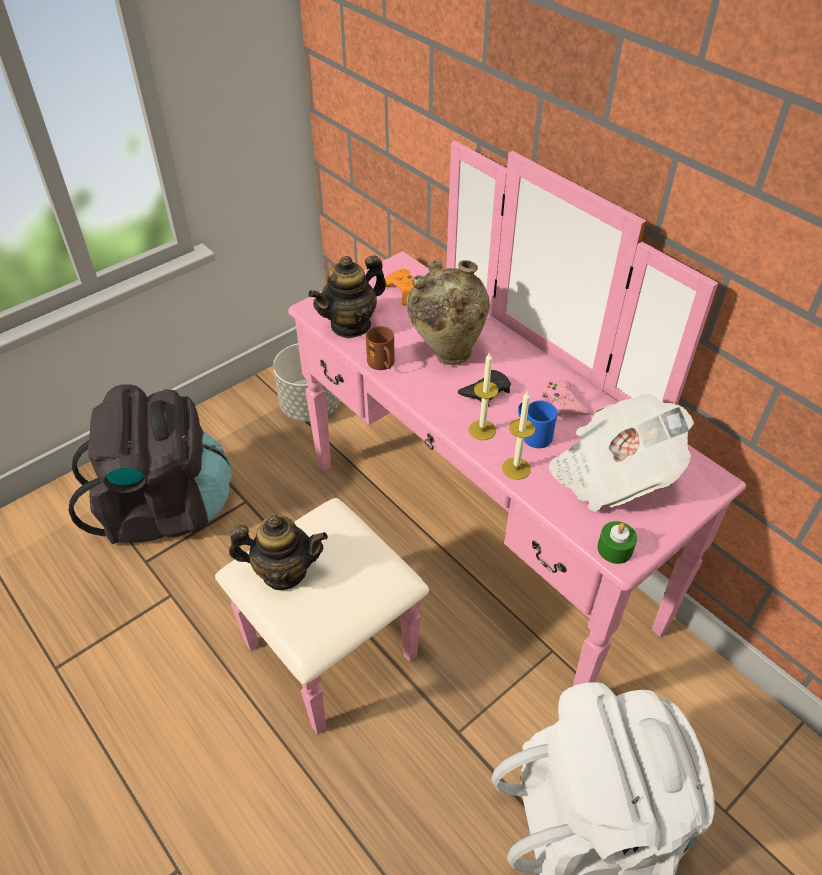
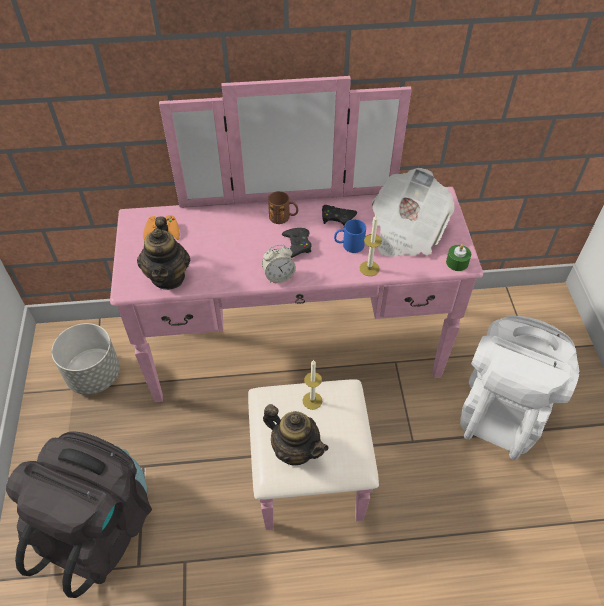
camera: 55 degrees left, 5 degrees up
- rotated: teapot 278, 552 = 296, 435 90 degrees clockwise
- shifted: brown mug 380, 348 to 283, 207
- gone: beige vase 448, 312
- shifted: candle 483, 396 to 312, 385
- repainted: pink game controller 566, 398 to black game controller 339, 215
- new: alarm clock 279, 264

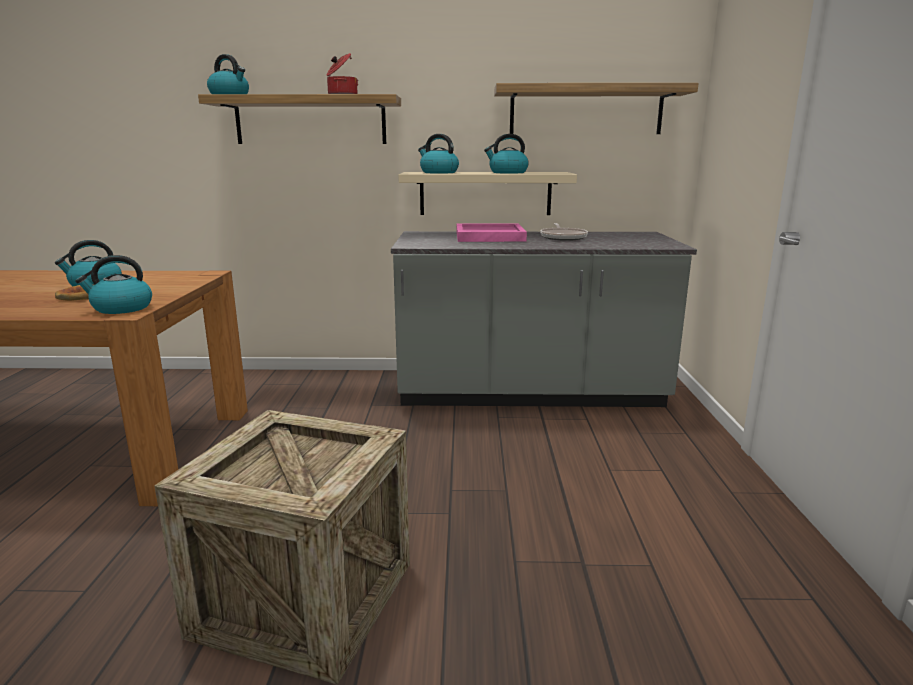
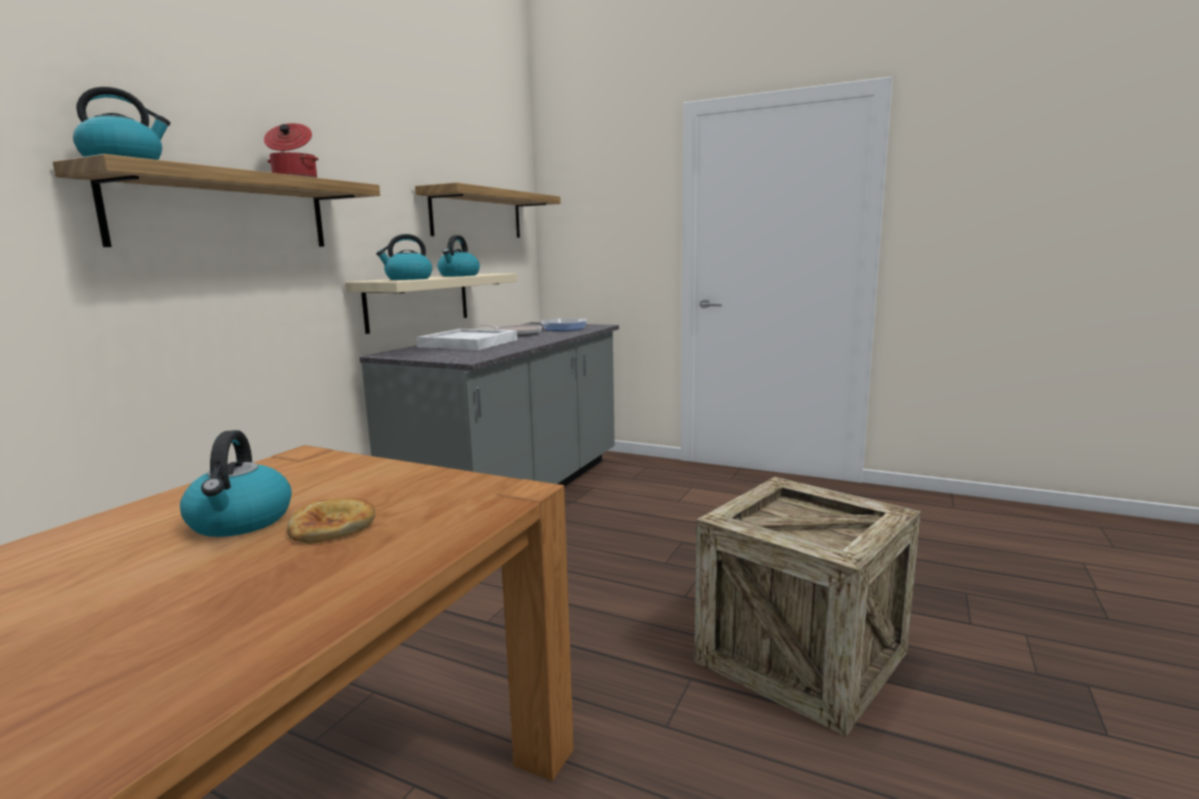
camera: 65 degrees left, 5 degrees down
- gone: kettle 113, 284
- repainted: pink tray 491, 232 to white tray 466, 339
- new: frying pan 563, 324

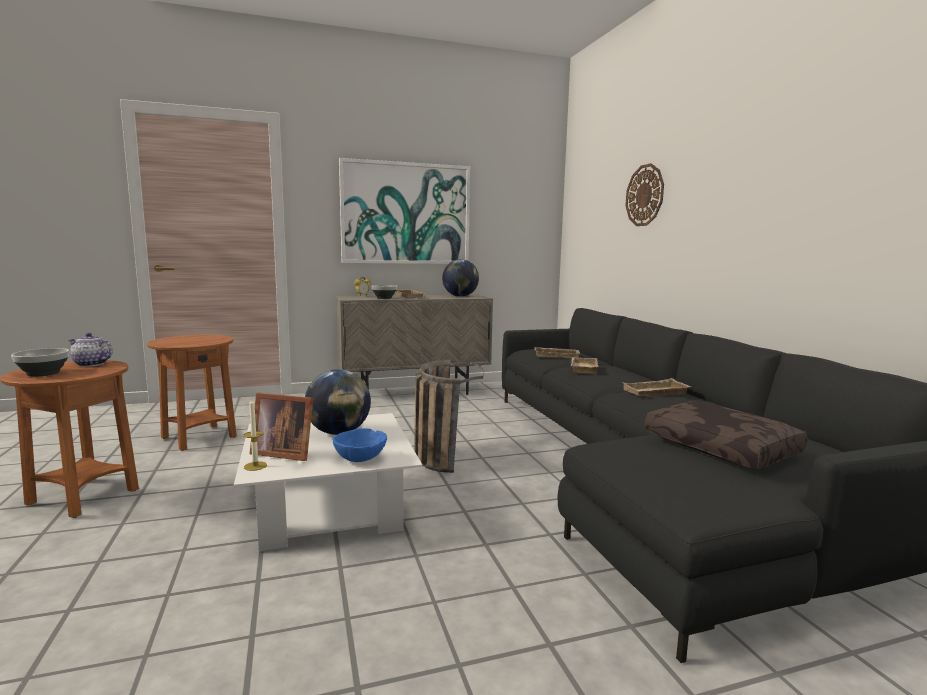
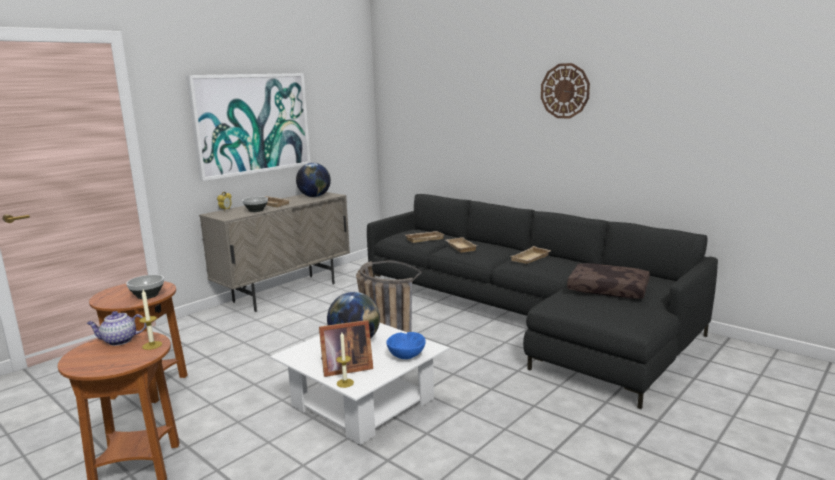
camera: 30 degrees left, 5 degrees up
- shifted: bowl 40, 362 to 145, 287
- shifted: wall clock 645, 194 to 565, 90
- new: candle 150, 319

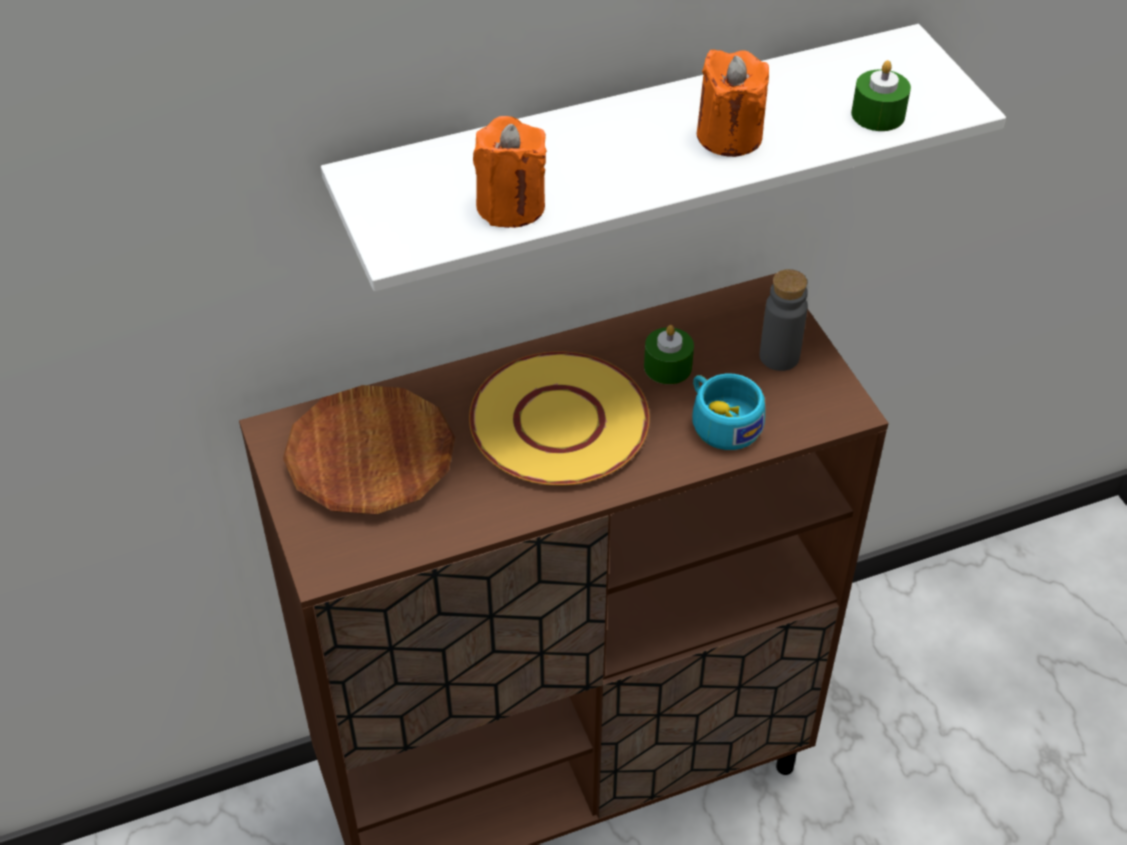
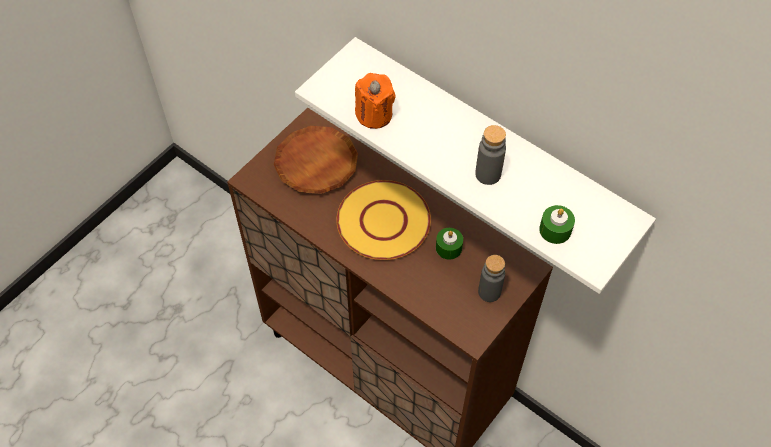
camera: 60 degrees right, 10 degrees up
- gone: turquoise cup 728, 412
- swapped: orange candle 733, 103 to grey bottle 490, 155

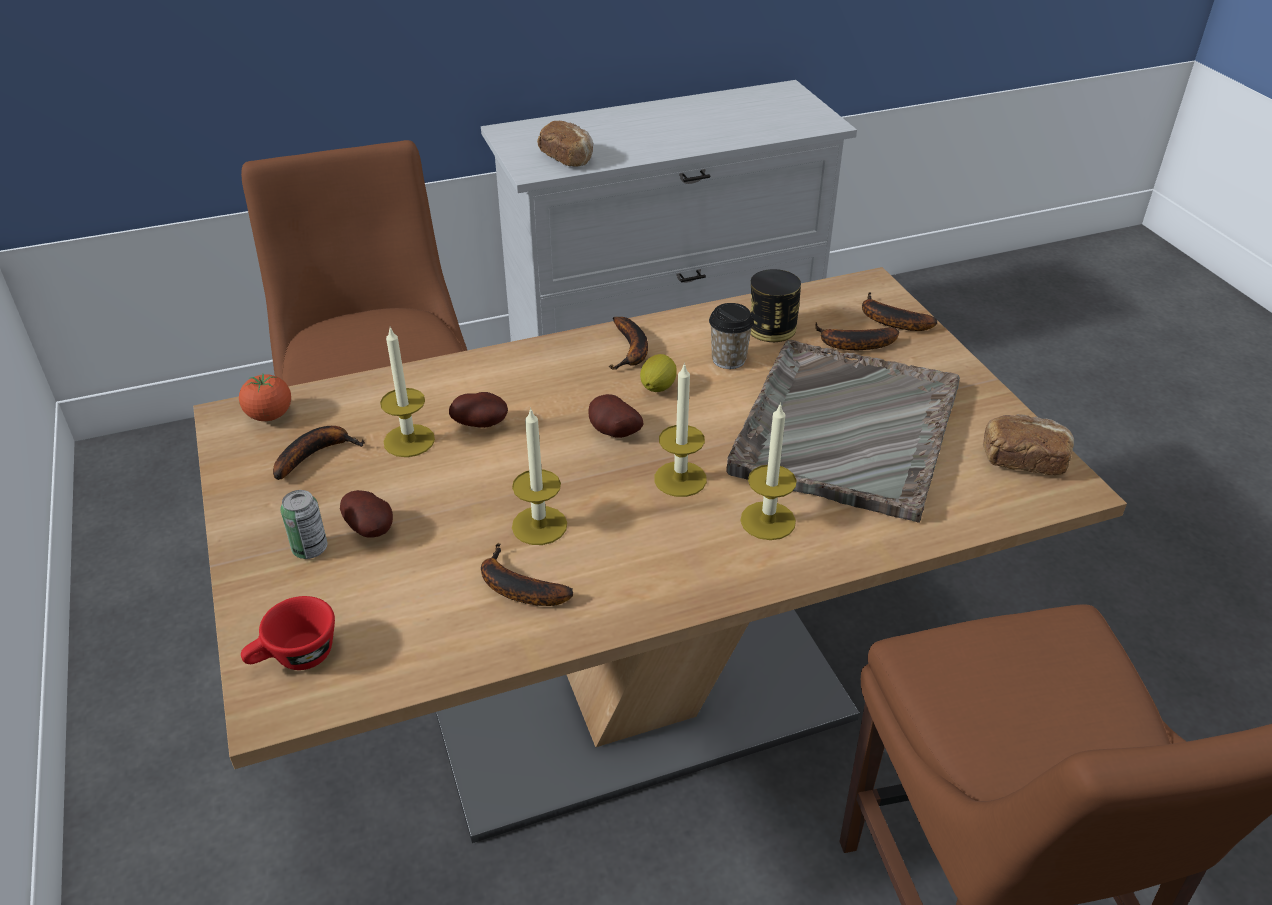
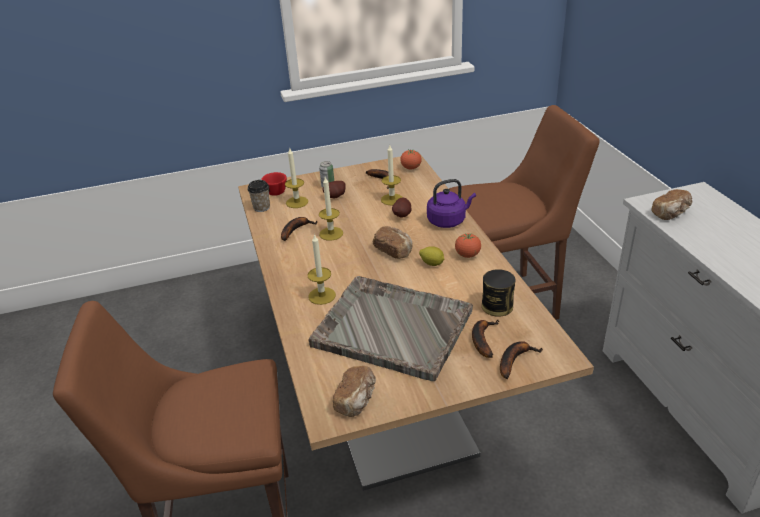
camera: 95 degrees right, 5 degrees down
- swapped: potato 615, 416 to bread 392, 242
- swapped: banana 628, 343 to tomato 468, 245
- shifted: candle 680, 429 to 296, 177
- shifted: cup 731, 336 to 259, 196
- new: purple kettle 451, 203

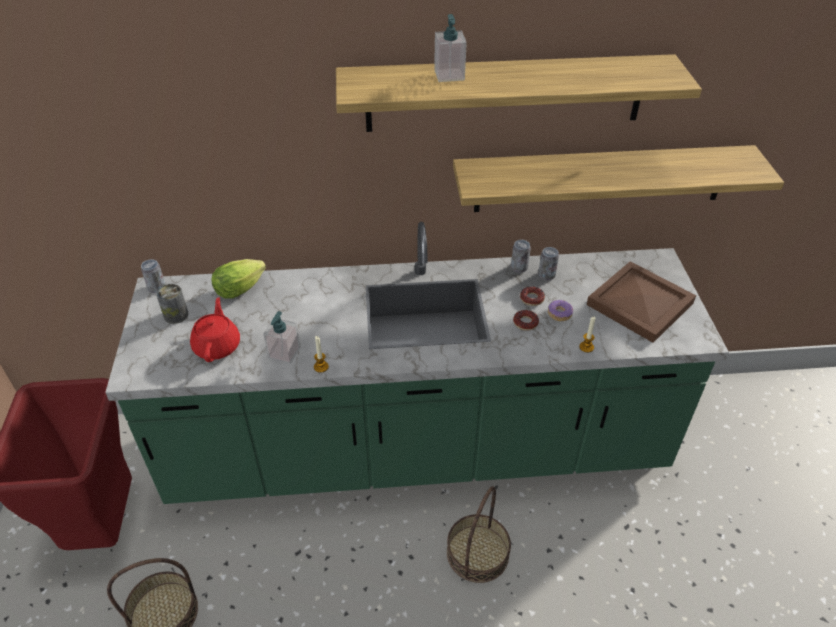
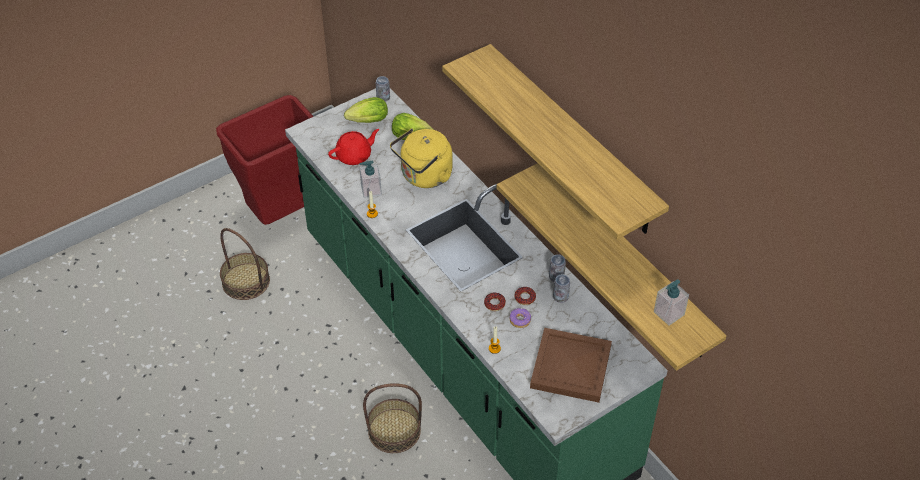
camera: 60 degrees right, 5 degrees up
- swapped: can 172, 304 to lettuce 366, 110
- shifted: soap dispenser 450, 48 to 671, 303
- new: yellow kettle 421, 158

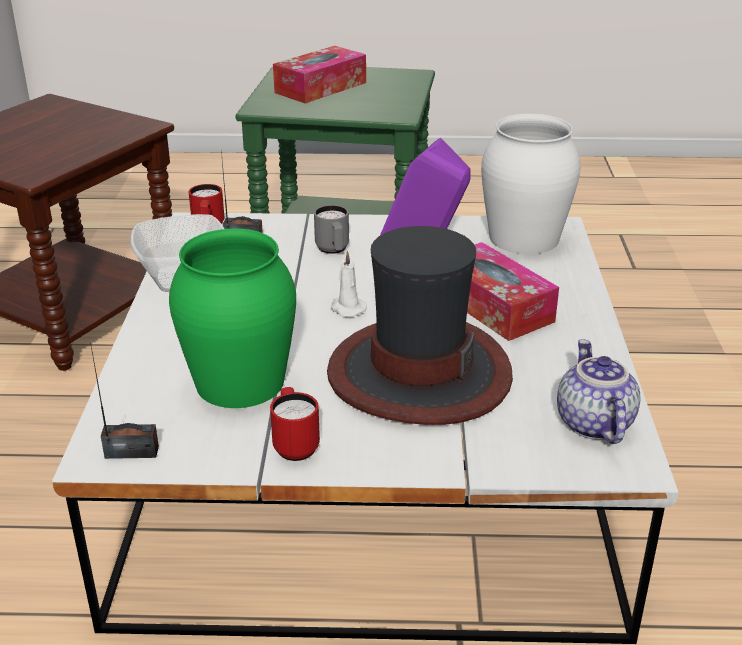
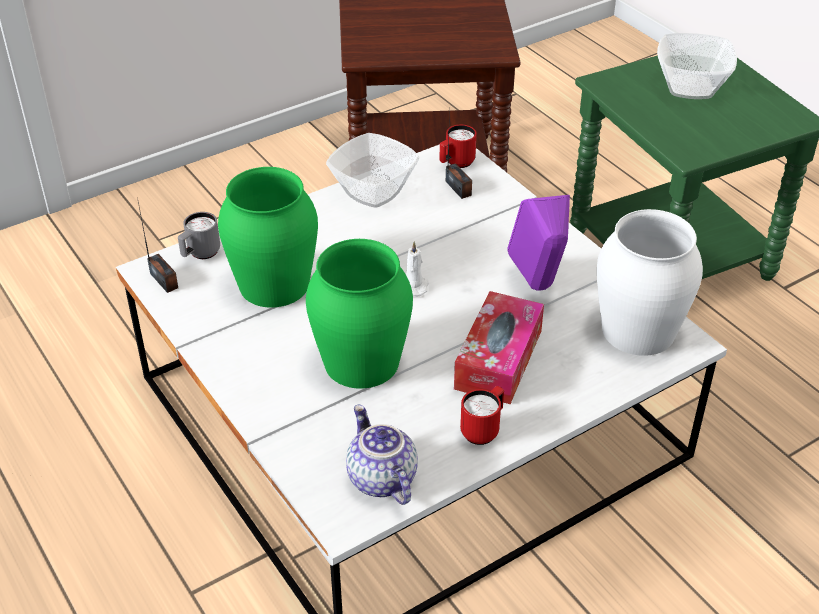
camera: 55 degrees right, 10 degrees up
- shifted: red mug 295, 424 to 482, 415
- swapped: tissue box 319, 74 to bowl 697, 66
- shifted: grey mug 331, 229 to 199, 235
- swapped: hat 420, 325 to green vase 359, 314
- rotated: teapot 599, 391 = 382, 455 75 degrees counterclockwise

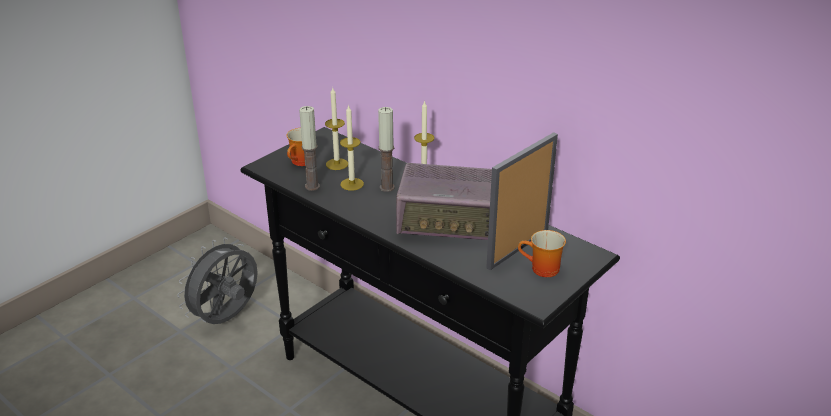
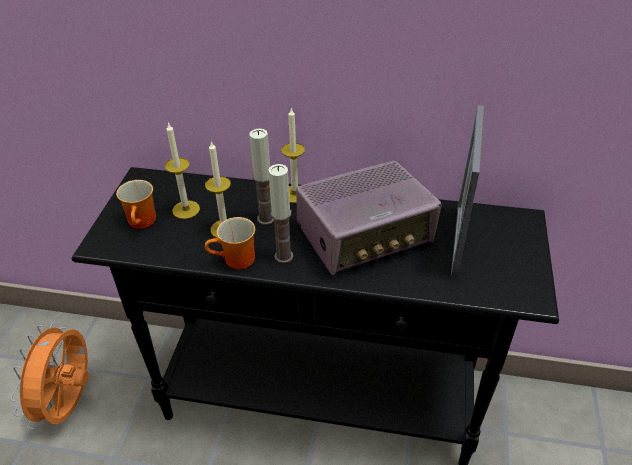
camera: 30 degrees left, 10 degrees up
- repainted: grey fan 217, 280 to orange fan 49, 375
- shifted: candle 309, 148 to 280, 213
- shifted: mug 542, 253 to 230, 243

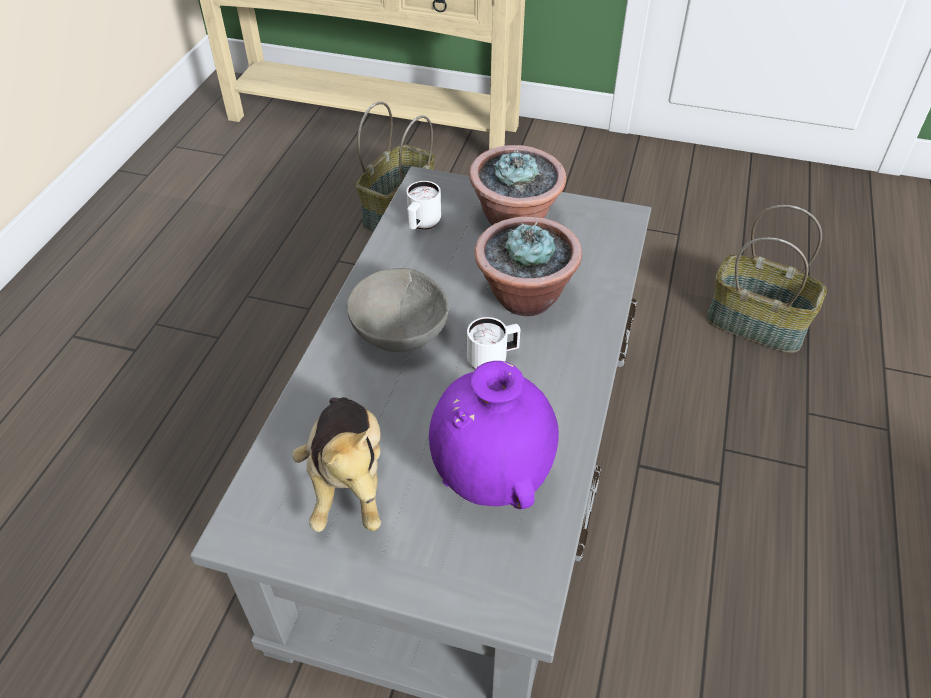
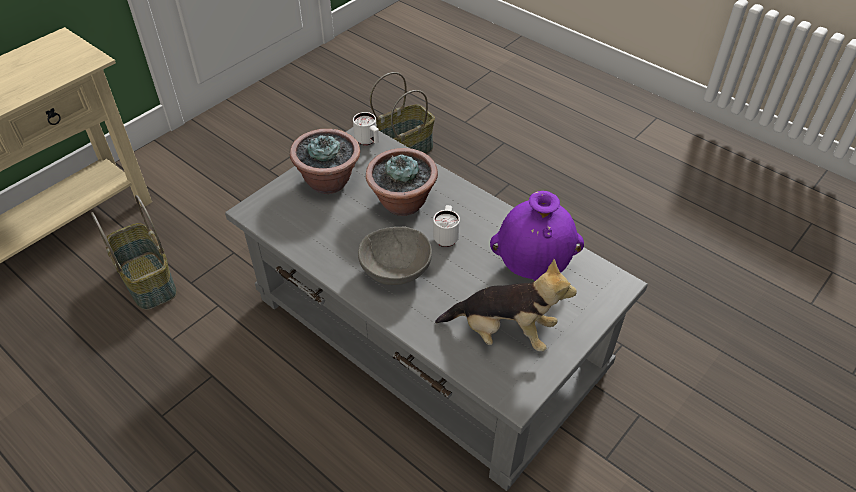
camera: 65 degrees left, 0 degrees up
- shifted: white mug 424, 205 to 366, 128

